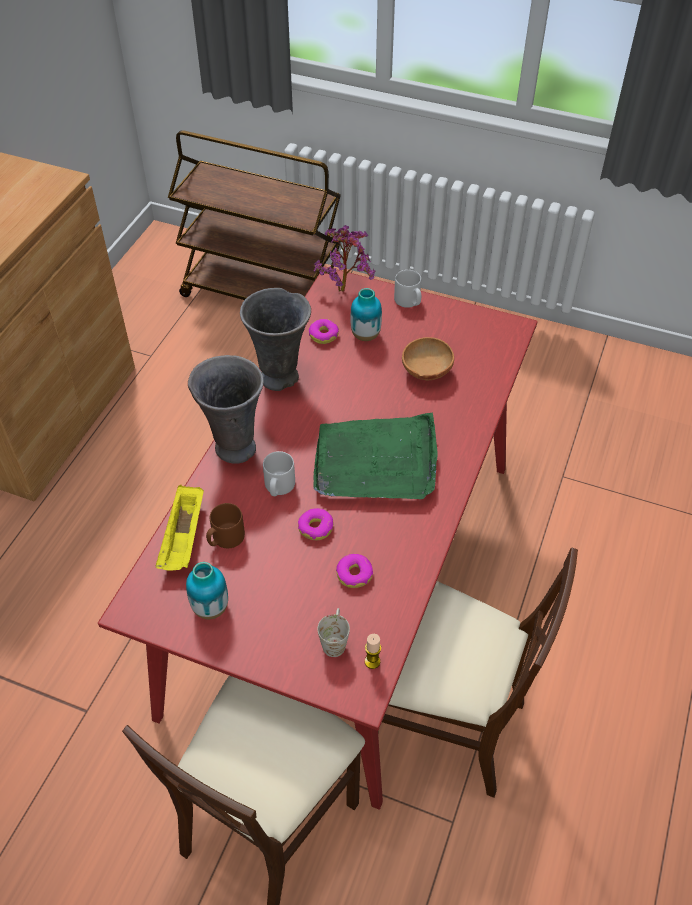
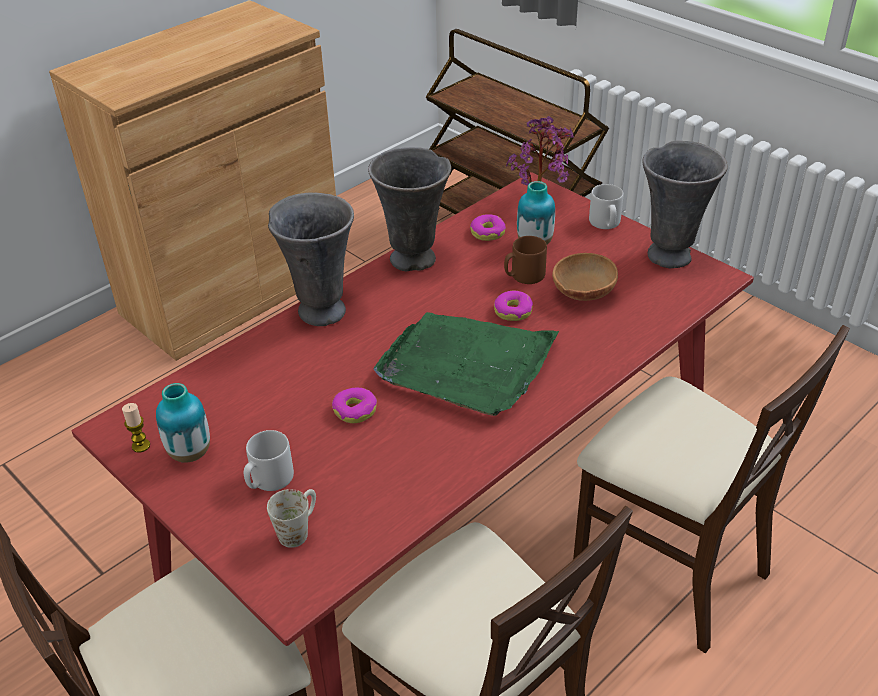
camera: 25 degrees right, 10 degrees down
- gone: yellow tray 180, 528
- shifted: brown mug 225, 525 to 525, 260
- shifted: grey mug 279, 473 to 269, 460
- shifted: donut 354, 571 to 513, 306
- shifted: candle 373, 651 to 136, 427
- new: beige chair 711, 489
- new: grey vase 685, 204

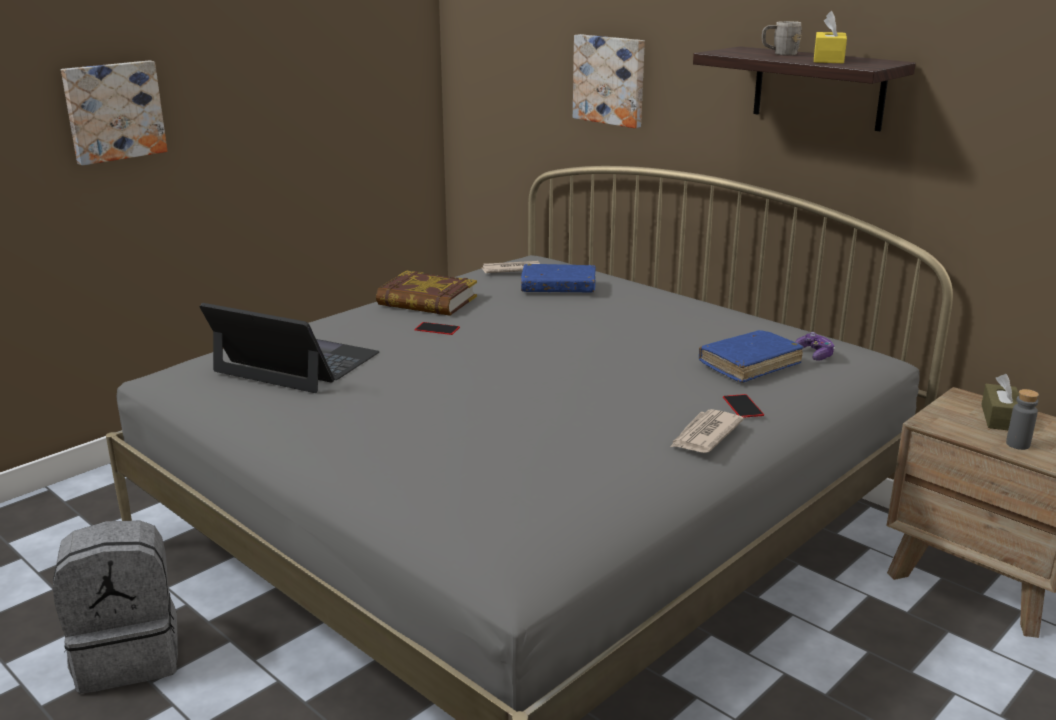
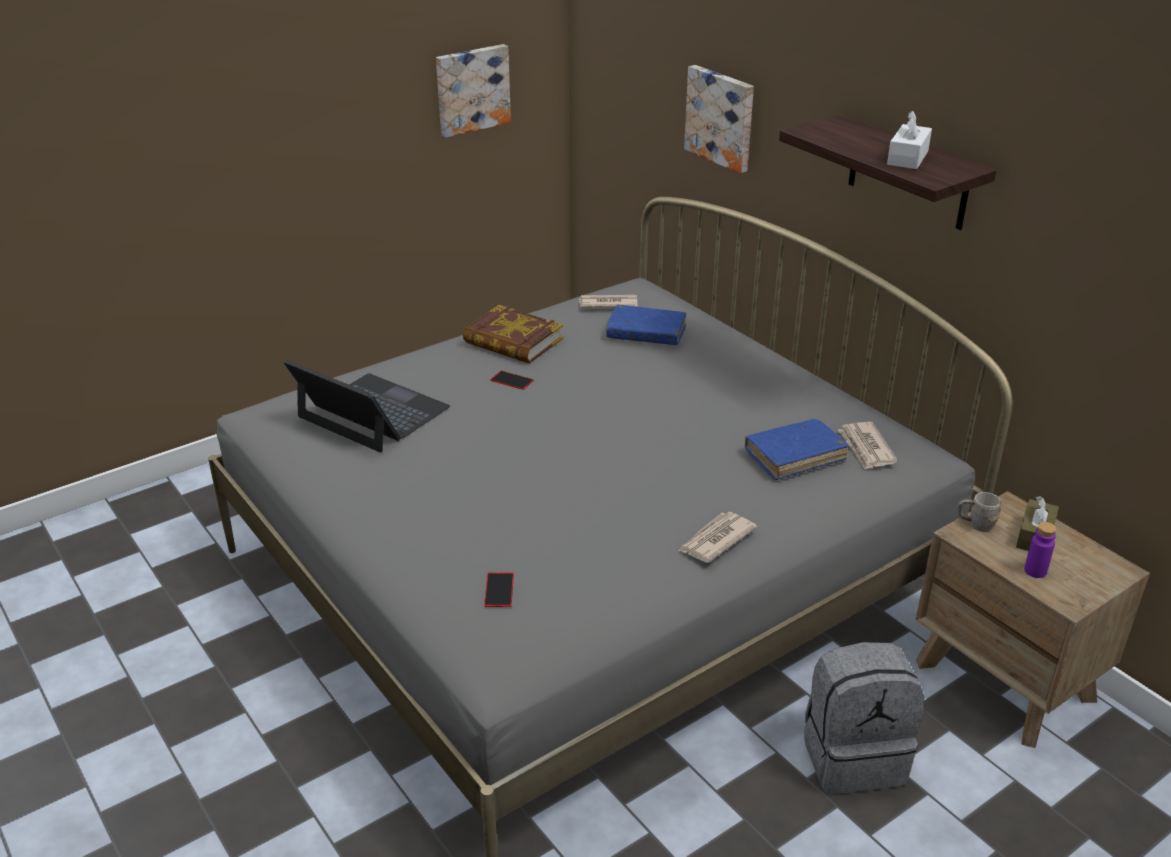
camera: 10 degrees right, 10 degrees up
- shifted: grey backpack 115, 607 to 864, 718
- shifted: picture 114, 113 to 473, 91
- shifted: phone 743, 406 to 499, 590
- shifted: grey mug 782, 38 to 979, 511
- swapped: game controller 815, 346 to newspaper 868, 446
- repainted: yellow tissue box 830, 37 to white tissue box 909, 139
- repainted: grey bottle 1022, 419 to purple bottle 1040, 550

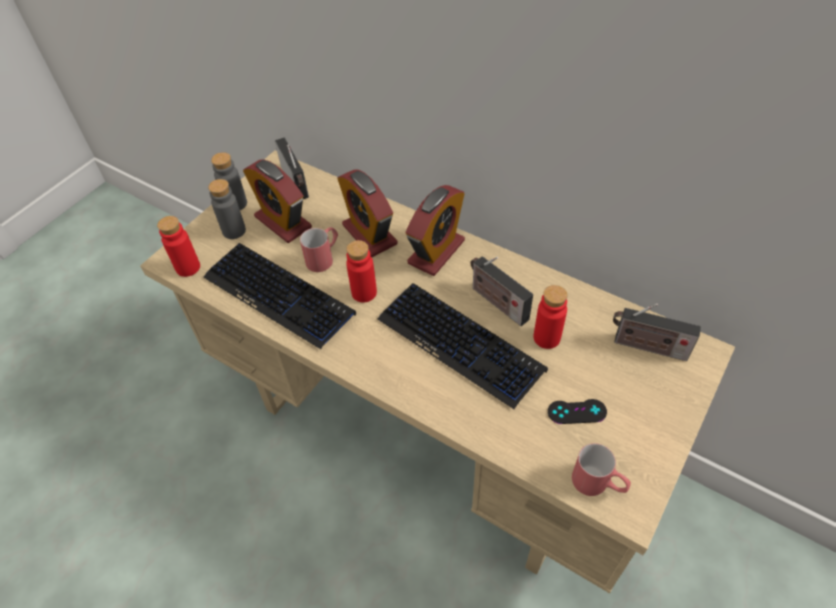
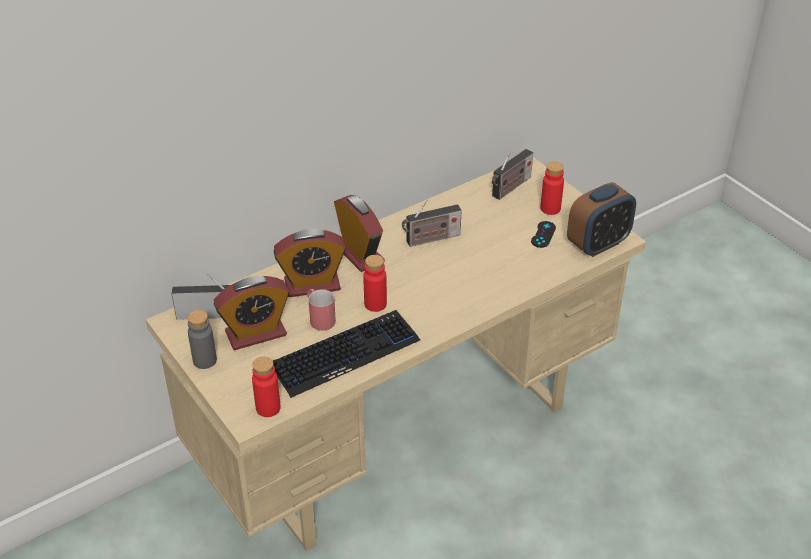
camera: 70 degrees left, 10 degrees down
- gone: grey bottle 227, 209
- gone: keyboard 463, 346
- shifted: red bottle 550, 317 to 552, 188
- swapped: red mug 601, 469 to alarm clock 601, 219

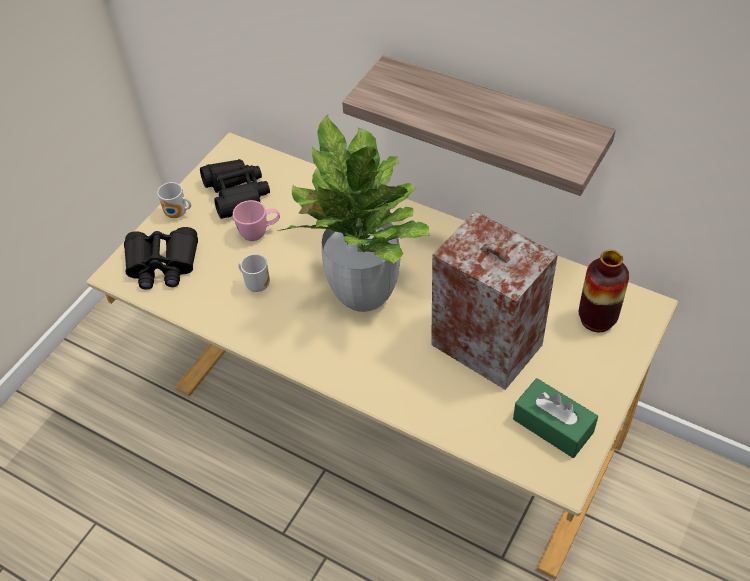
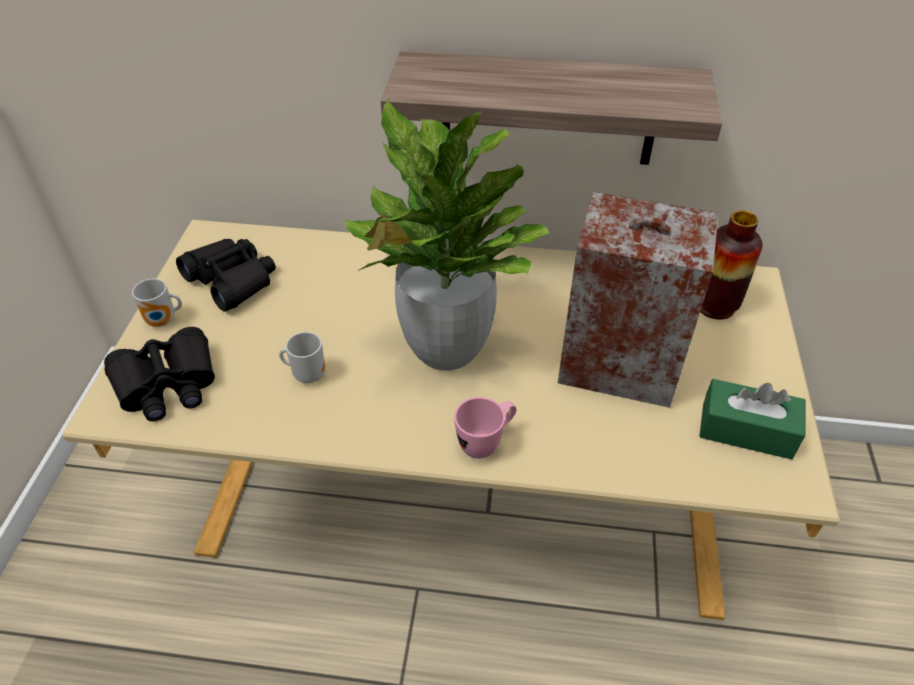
camera: 25 degrees left, 5 degrees down
- shifted: pink mug 256, 220 to 485, 427

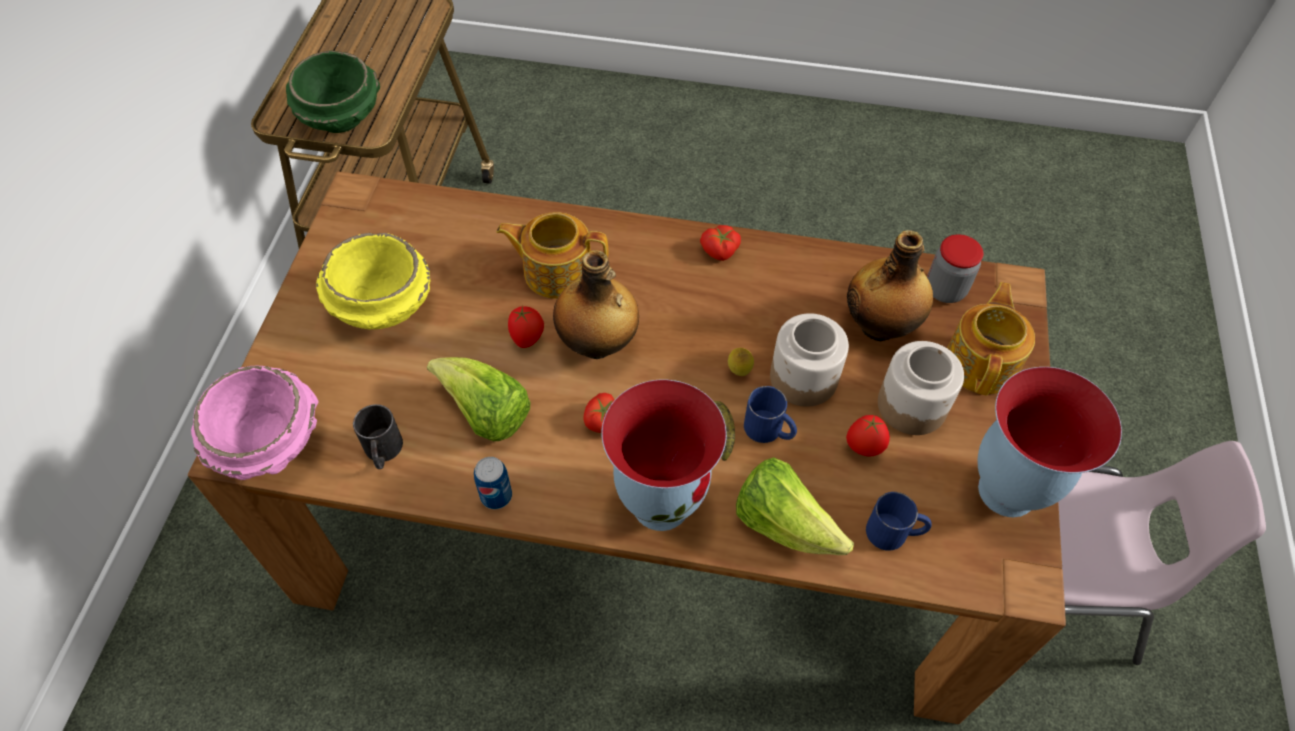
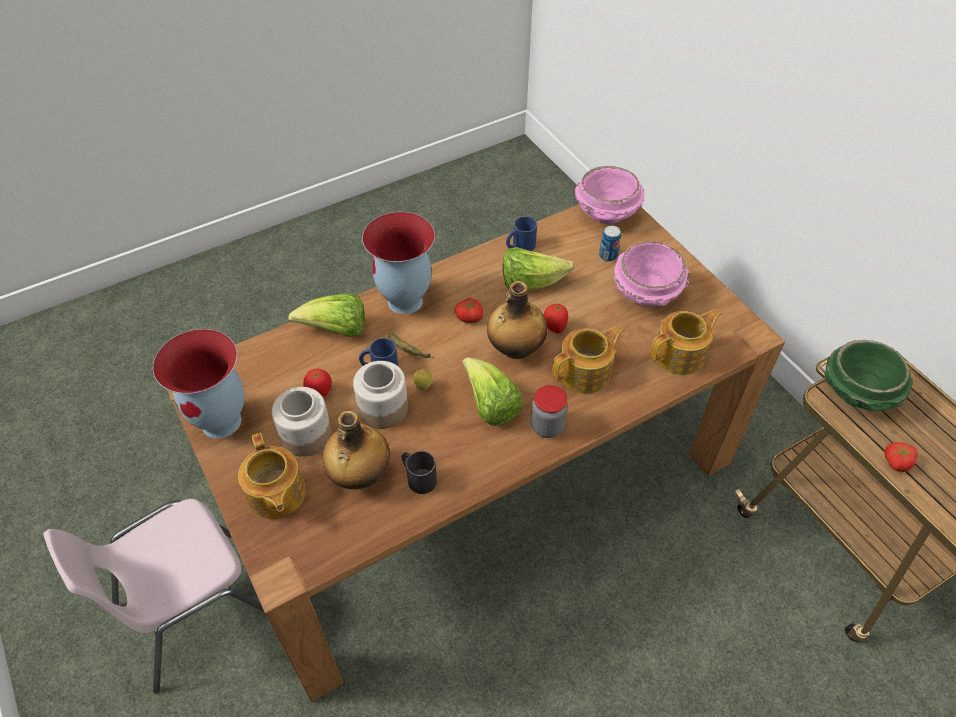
camera: 140 degrees right, 5 degrees down
- repainted: yellow bowl 373, 281 to pink bowl 652, 273
- shifted: black mug 378, 436 to 419, 472
- shifted: can 493, 483 to 610, 244
- shifted: tomato 720, 243 to 901, 457
- shifted: blue mug 899, 521 to 521, 233
- shifted: jar 955, 269 to 549, 411
- new: lettuce 492, 391
- new: teapot 686, 342

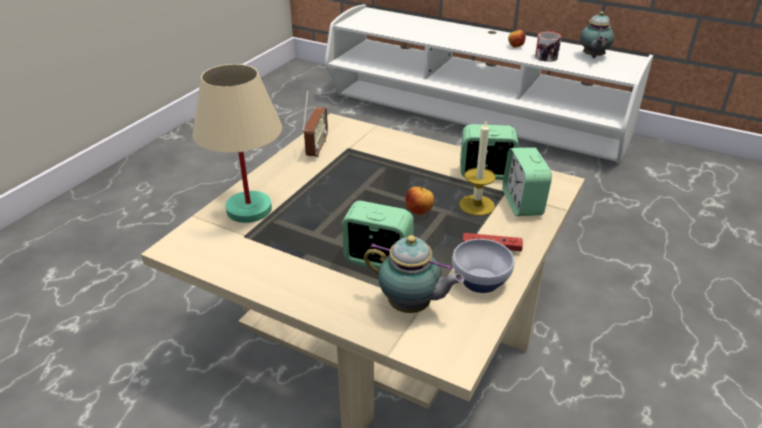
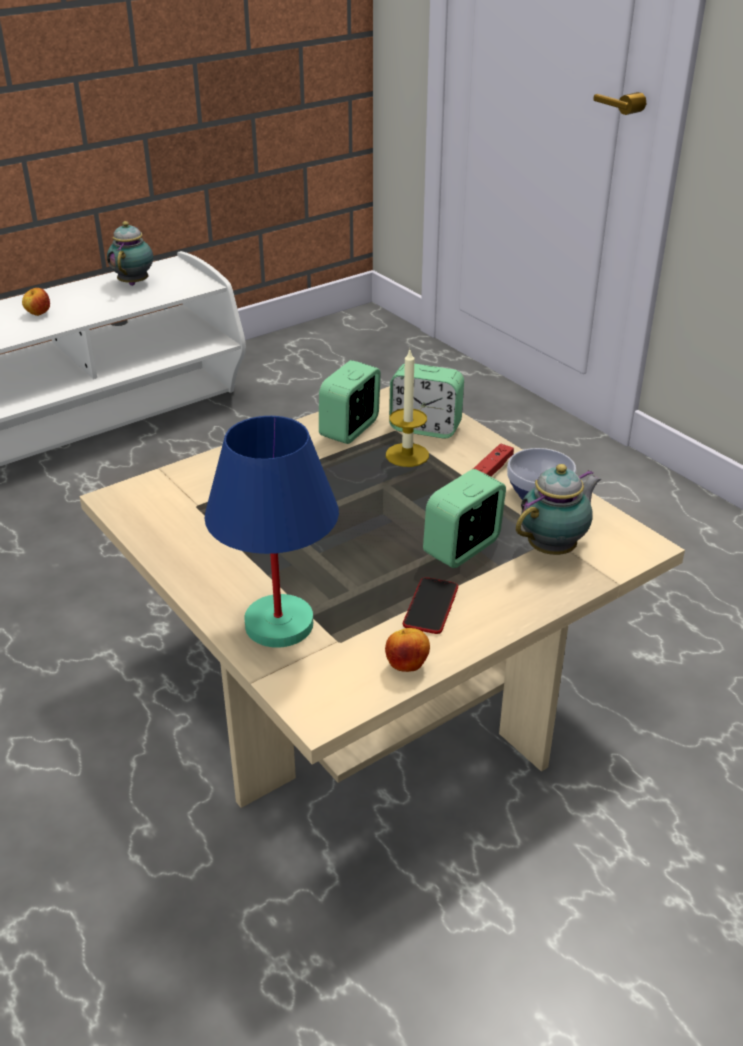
camera: 65 degrees left, 0 degrees up
- repainted: beige table lamp 237, 143 to blue table lamp 272, 532
- gone: radio 315, 124
- shifted: apple 419, 201 to 407, 650
- gone: mug 548, 46
- rotated: teapot 597, 34 = 130, 253 120 degrees counterclockwise
- new: phone 430, 605

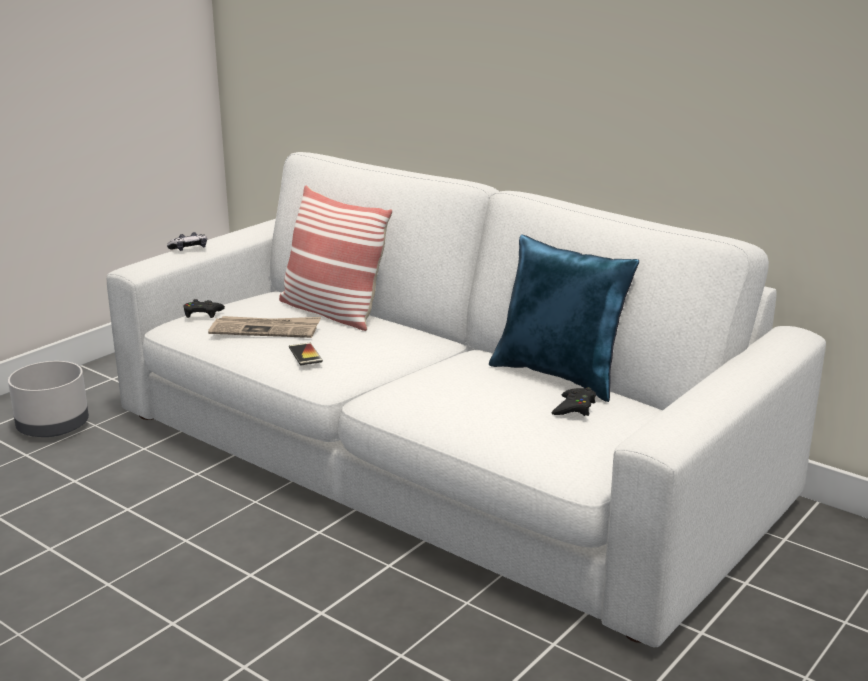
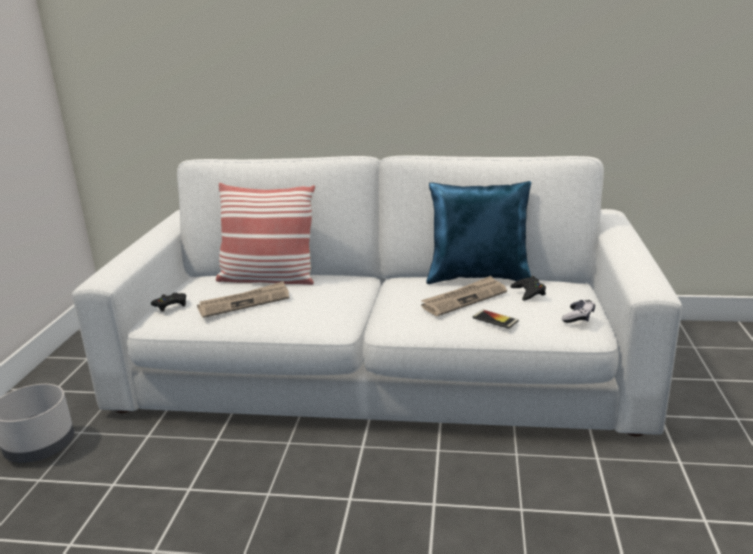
camera: 30 degrees left, 0 degrees up
- shifted: game controller 187, 241 to 578, 311
- shifted: phone 306, 353 to 496, 319
- new: newspaper 464, 296

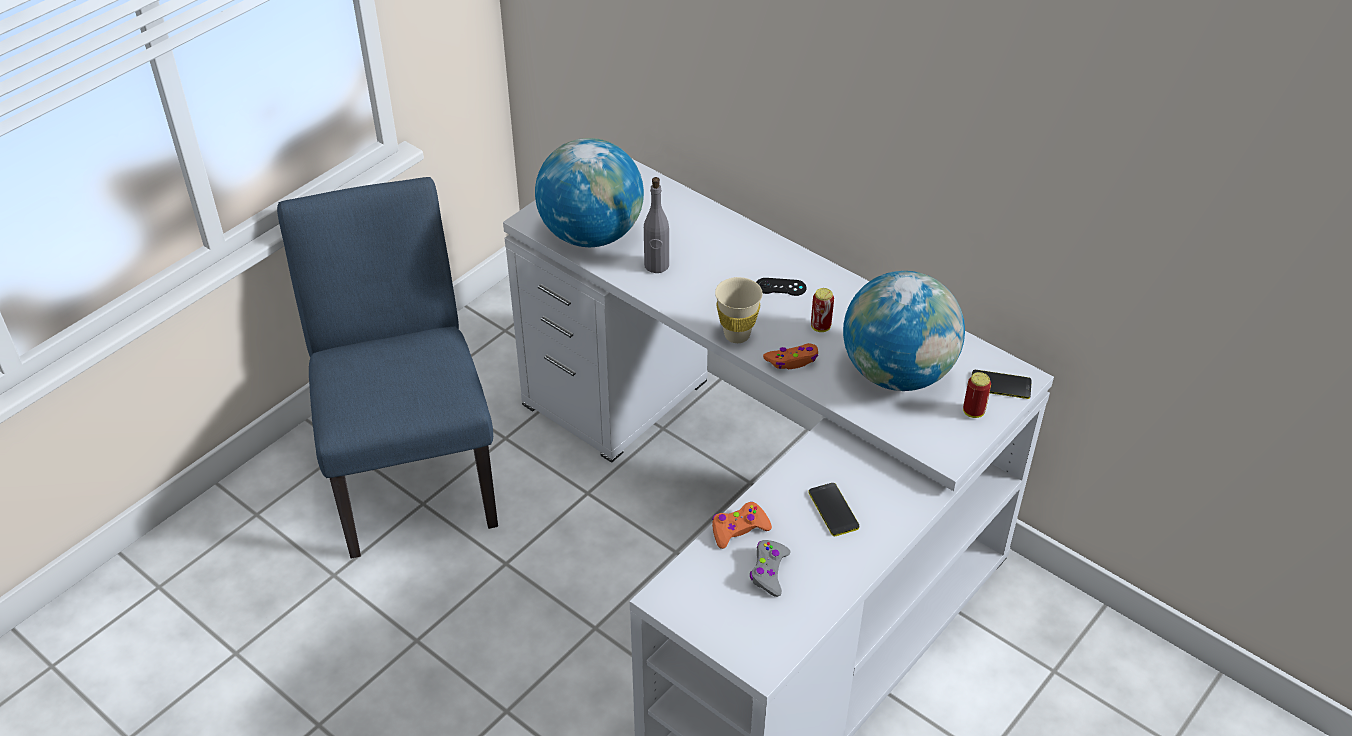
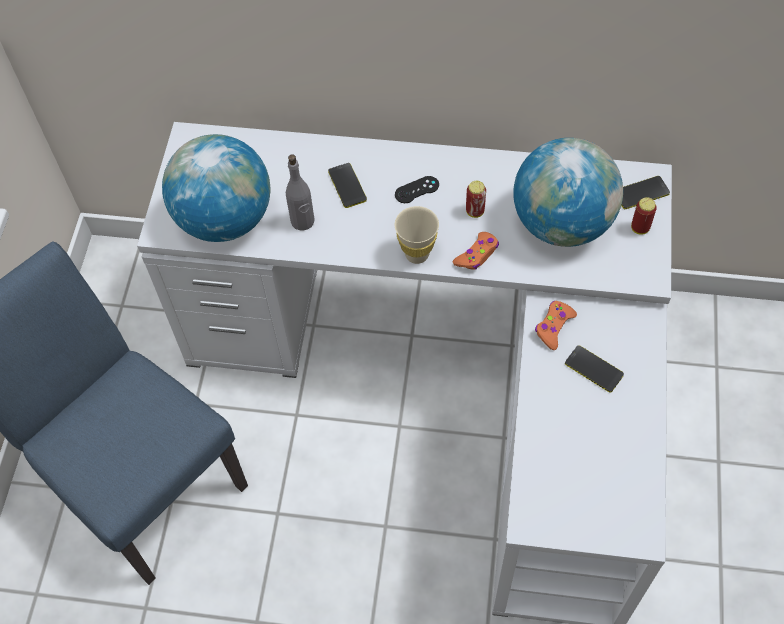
camera: 30 degrees left, 15 degrees up
- shifted: orange game controller 742, 525 to 556, 325
- gone: grey game controller 770, 568
- new: phone 347, 185

